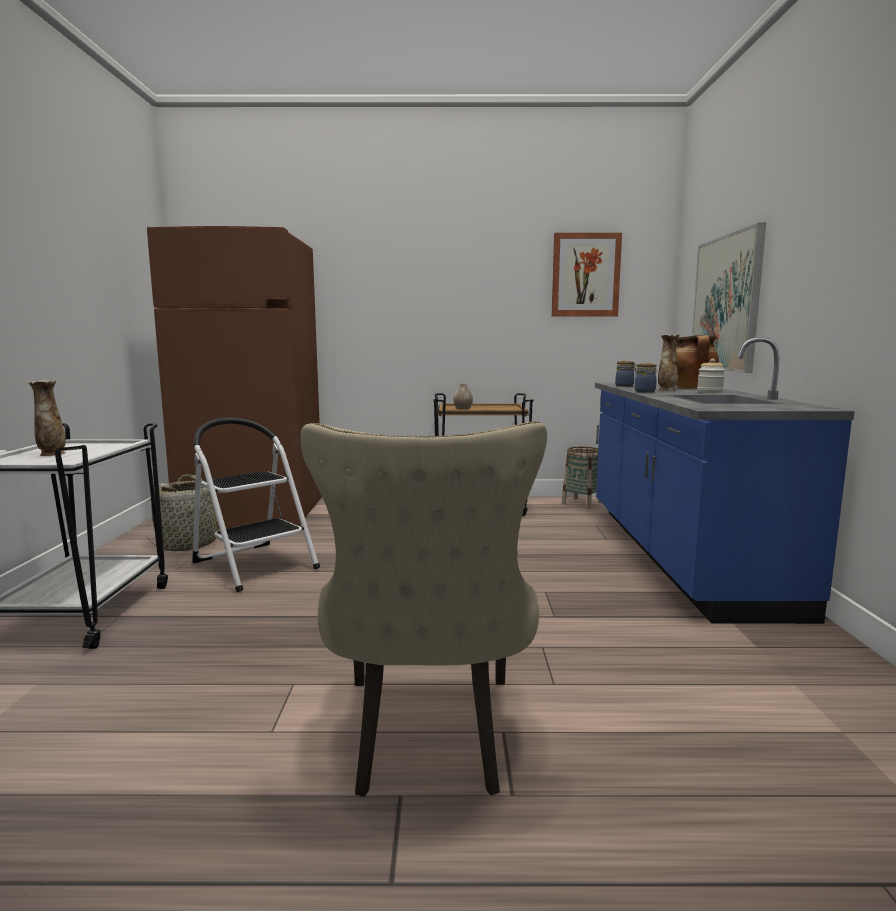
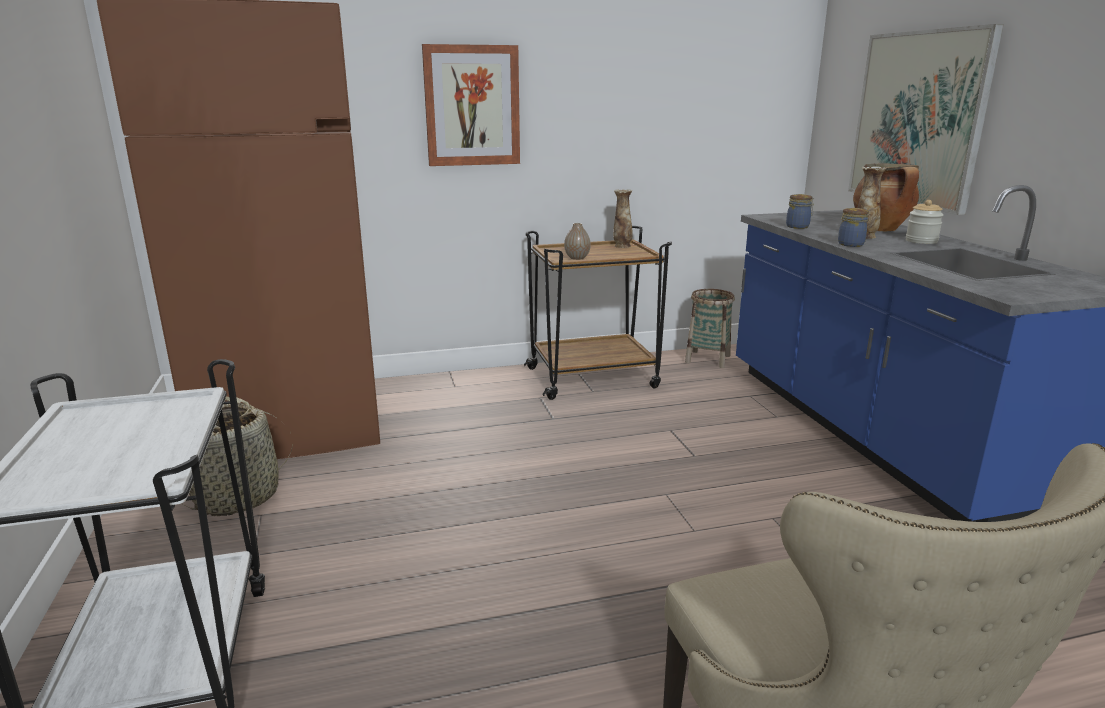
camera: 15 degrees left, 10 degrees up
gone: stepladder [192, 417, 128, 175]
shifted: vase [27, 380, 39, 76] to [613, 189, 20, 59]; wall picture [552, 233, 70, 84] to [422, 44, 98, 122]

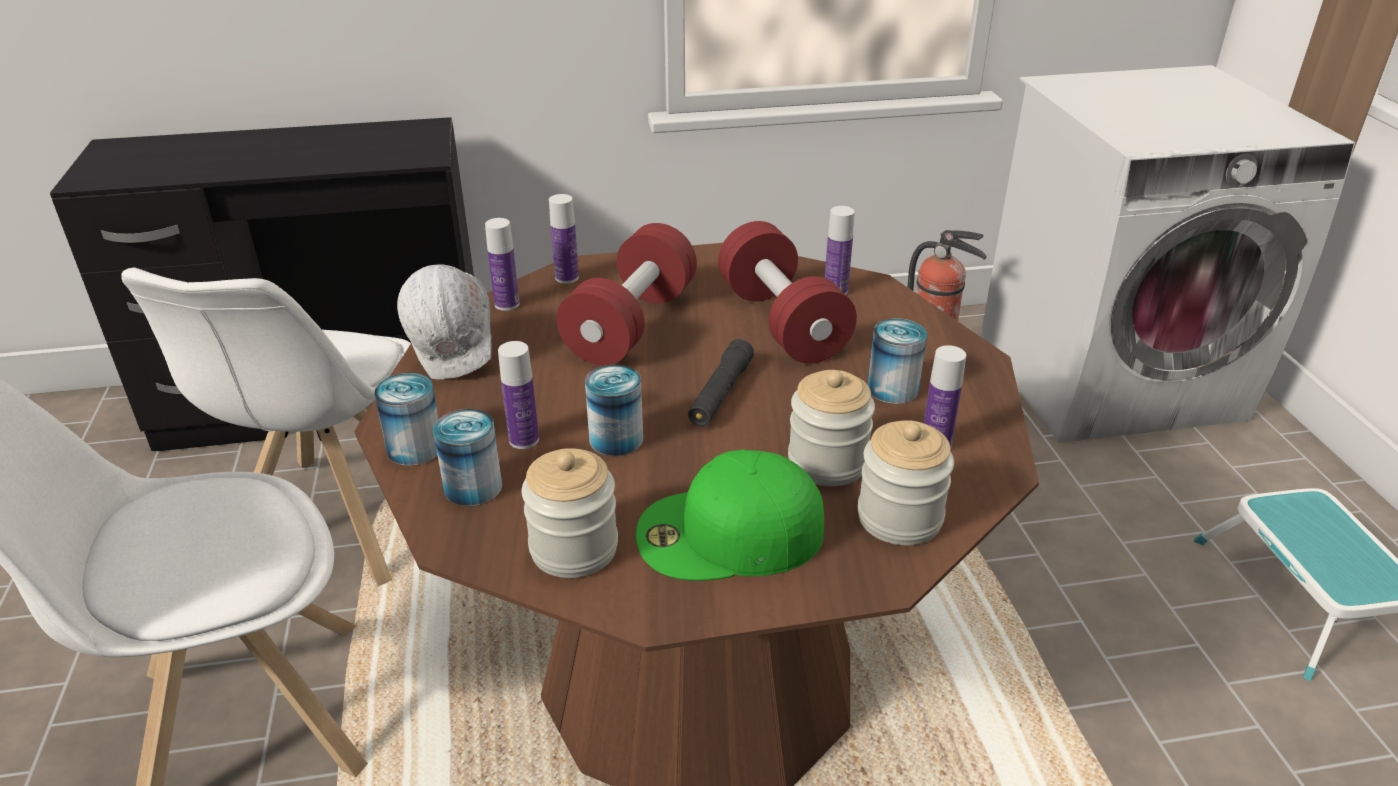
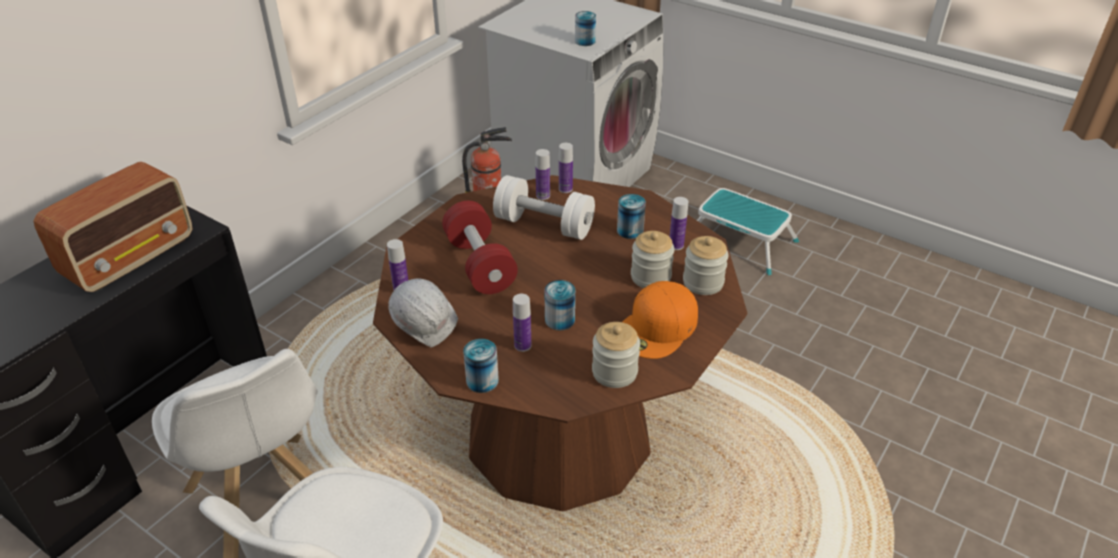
camera: 45 degrees left, 5 degrees up
gone: black-coloured flashlight [688, 339, 66, 88]
new: radio receiver [33, 162, 159, 130]
shifted: can [433, 409, 69, 97] to [575, 11, 21, 35]; drink bottle [549, 194, 30, 90] to [559, 143, 14, 50]
repainted: greenish cap [636, 450, 188, 131] to orangey cap [623, 281, 75, 78]; red-coloured hand weight [718, 221, 139, 143] to whitish hand weight [493, 175, 102, 65]

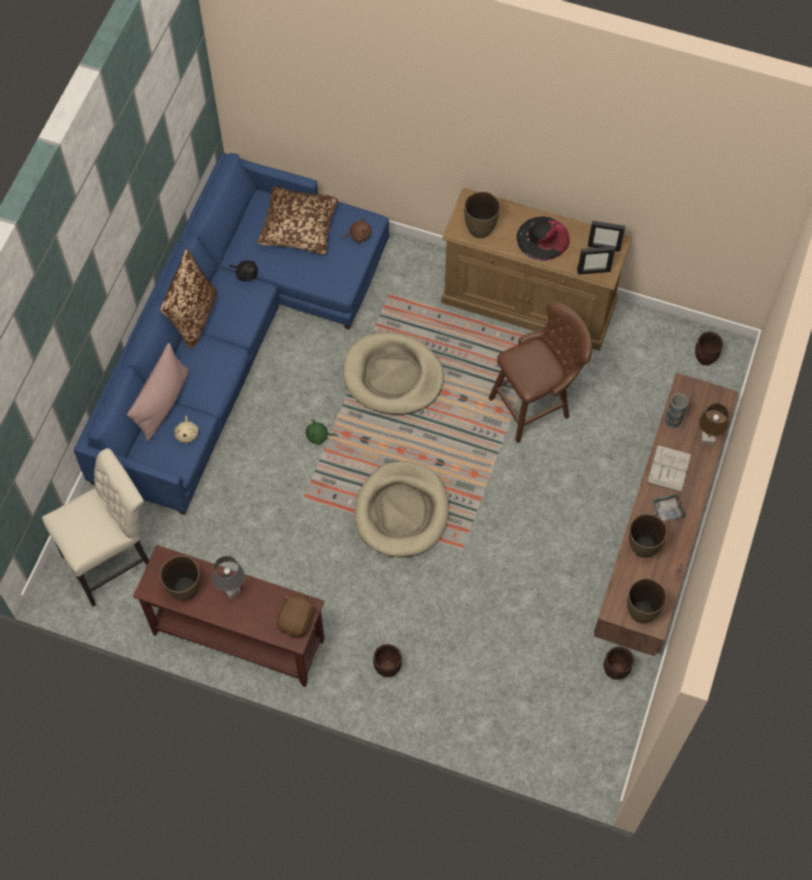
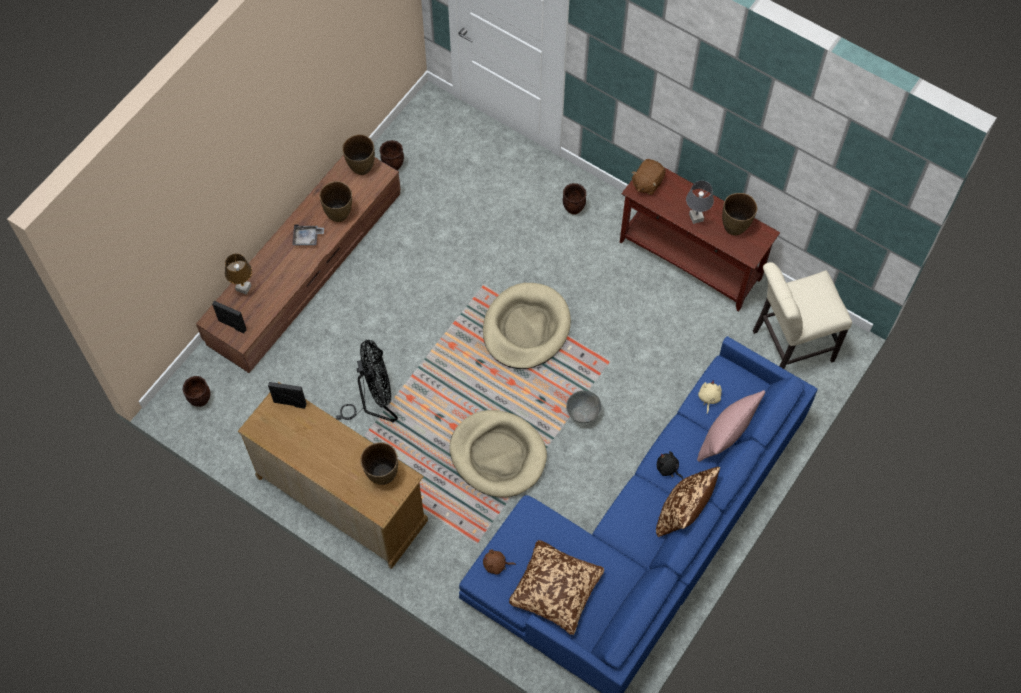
camera: 165 degrees left, 0 degrees up
gone: black-coloured hat [516, 216, 53, 45]; whitish book [647, 444, 45, 49]; vase [665, 394, 23, 34]
shifted: black-coloured cuddly toy [230, 260, 28, 21] to [657, 451, 26, 28]; photo frame [588, 221, 37, 31] to [212, 301, 35, 33]
swapped: greenish cuddly toy [306, 420, 32, 24] to gray deep dish [566, 390, 35, 33]; brown stool [489, 301, 103, 142] to black-coloured fan [336, 340, 62, 83]

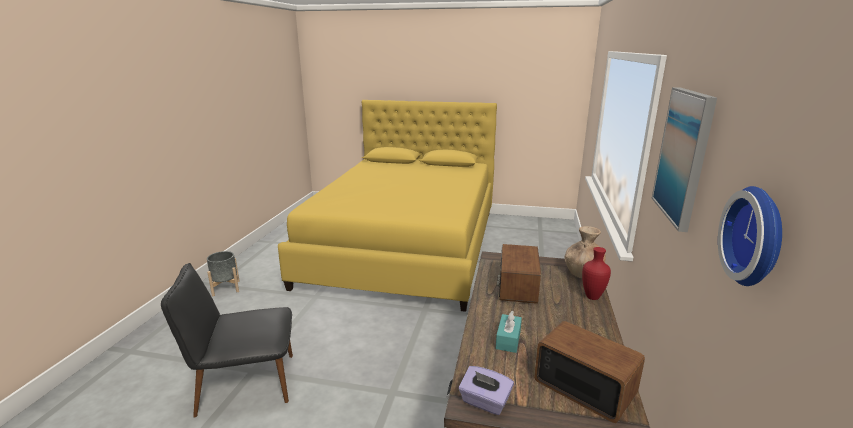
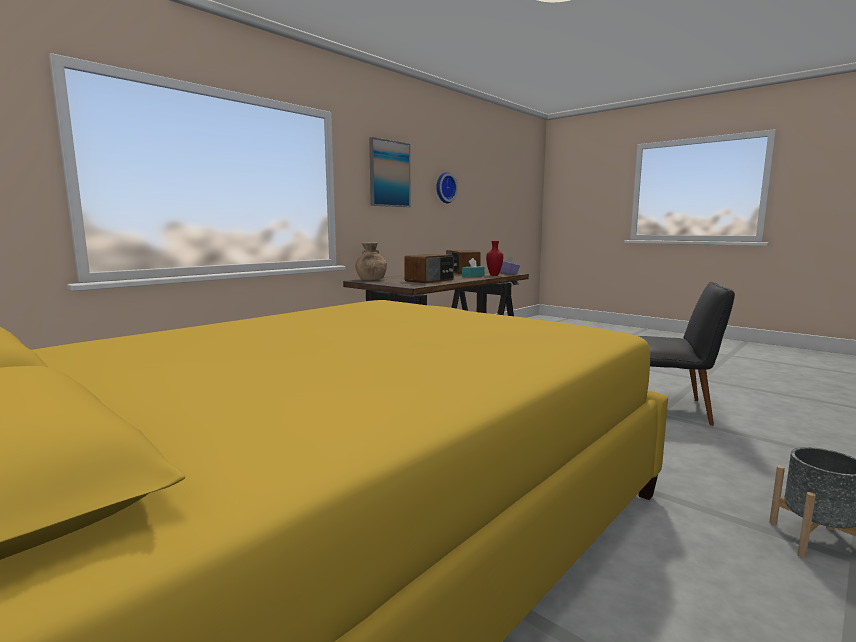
camera: 150 degrees left, 10 degrees down
shifted: red-coloured vase [582, 247, 29, 53] to [486, 241, 17, 35]

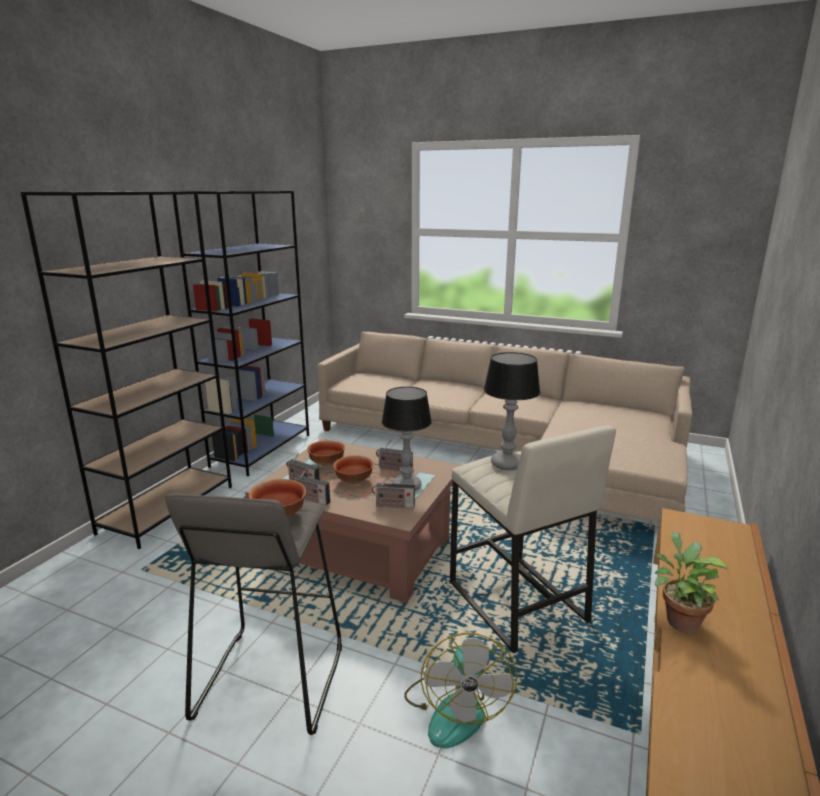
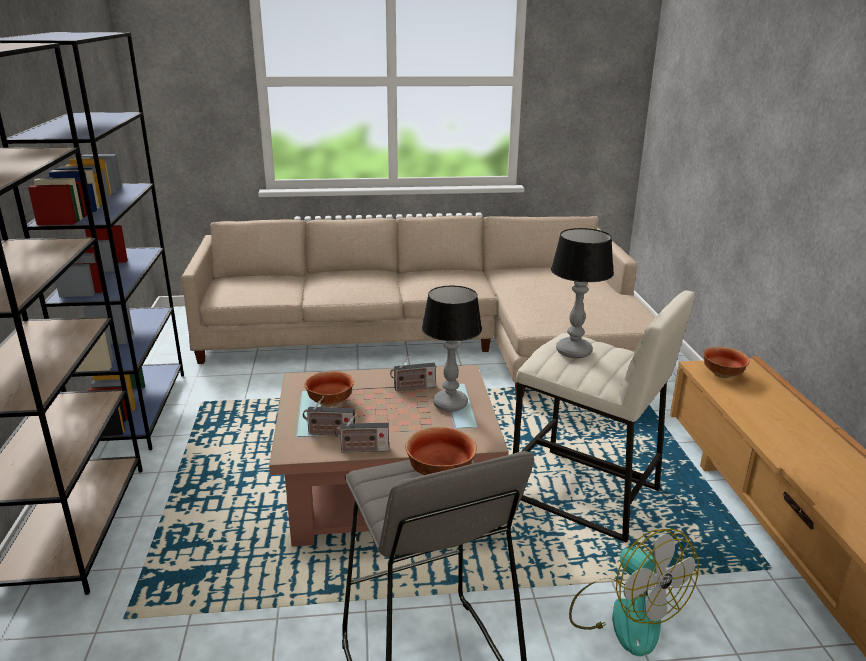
camera: 30 degrees left, 5 degrees up
gone: radio receiver [372, 474, 43, 35]; potted plant [655, 532, 74, 101]
shifted: deep dish [333, 455, 41, 29] to [703, 347, 47, 31]

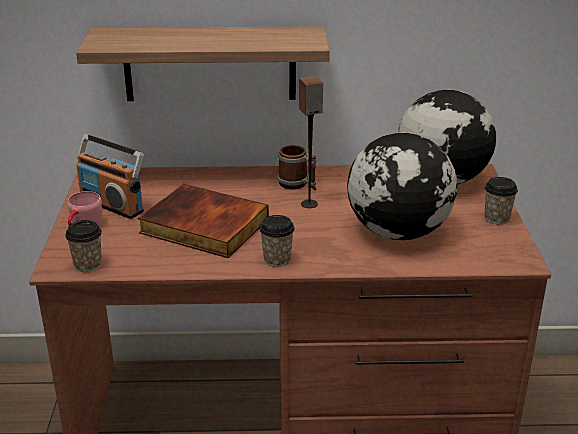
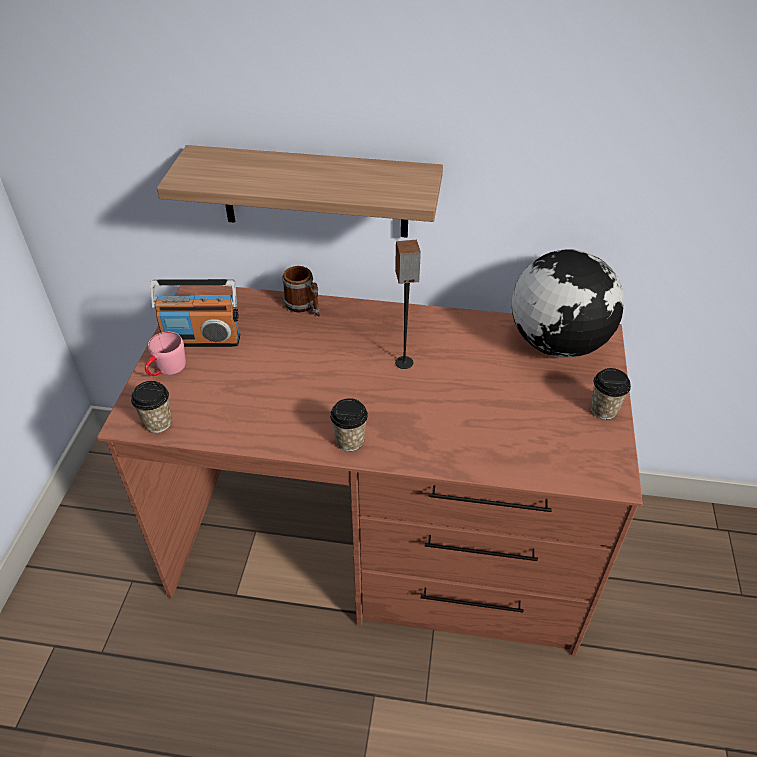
camera: 10 degrees right, 15 degrees up
gone: book [138, 184, 131, 74]; globe [347, 133, 110, 107]
shifted: mug [277, 145, 39, 45] to [282, 266, 38, 51]
rotated: radio receiver [76, 134, 68, 85] = [150, 279, 90, 68] 45 degrees counterclockwise

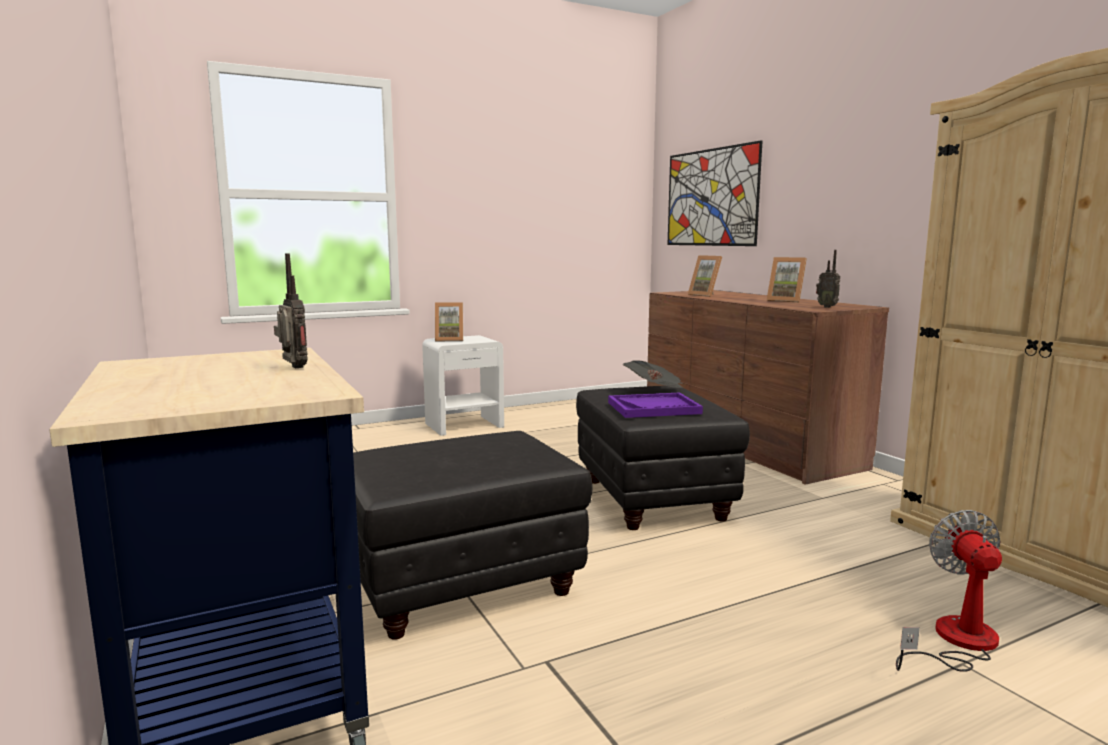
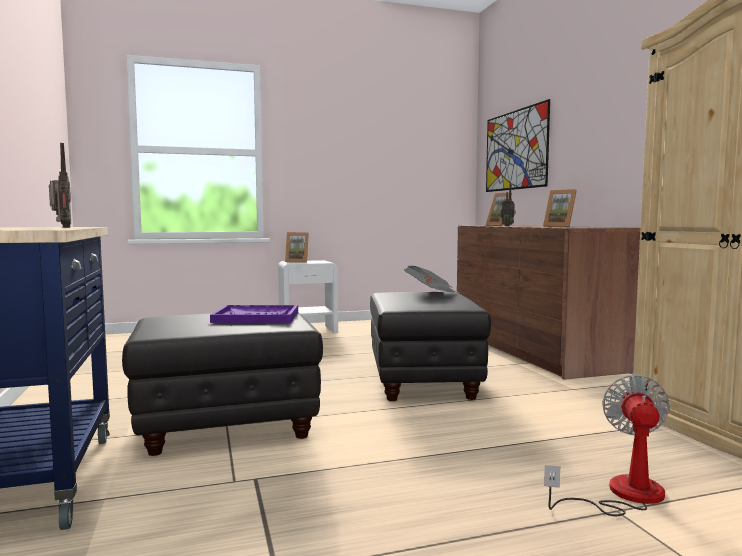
camera: 10 degrees right, 5 degrees down
shifted: purplish tray [608, 393, 95, 25] to [210, 305, 88, 18]; radio receiver [816, 250, 24, 58] to [500, 184, 16, 42]

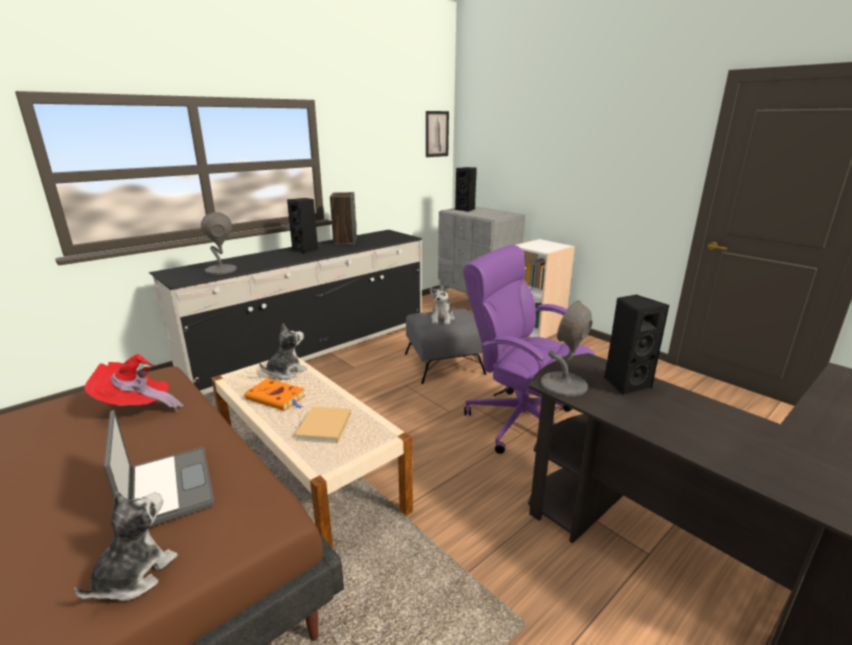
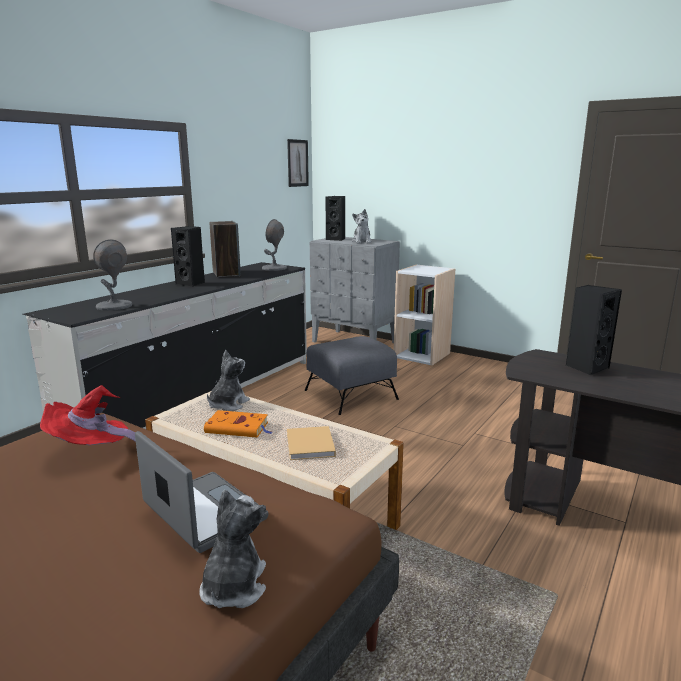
camera: 15 degrees left, 5 degrees down
gone: purplish computer chair [463, 245, 132, 209]
shifted: cuddly toy [430, 283, 25, 41] to [352, 209, 20, 34]; gray tabletop lamp [541, 300, 52, 97] to [262, 219, 25, 52]

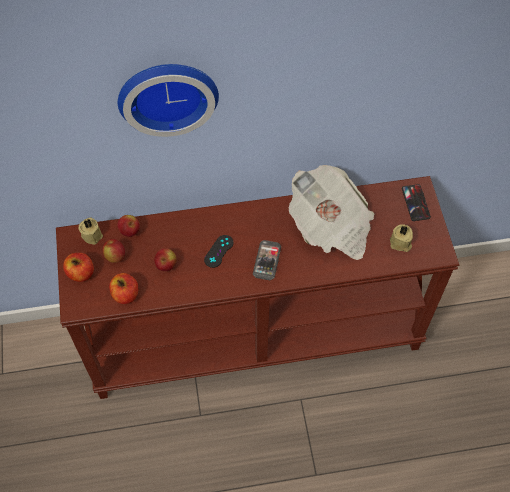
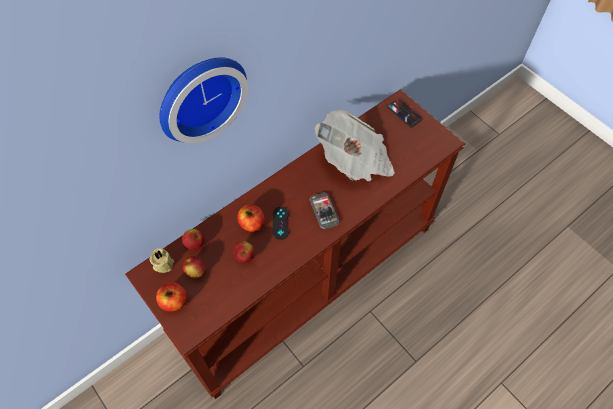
camera: 30 degrees left, 0 degrees up
gone: beige-coloured candle [390, 224, 23, 28]
shifted: apple fruit [109, 273, 29, 31] to [237, 205, 28, 27]

